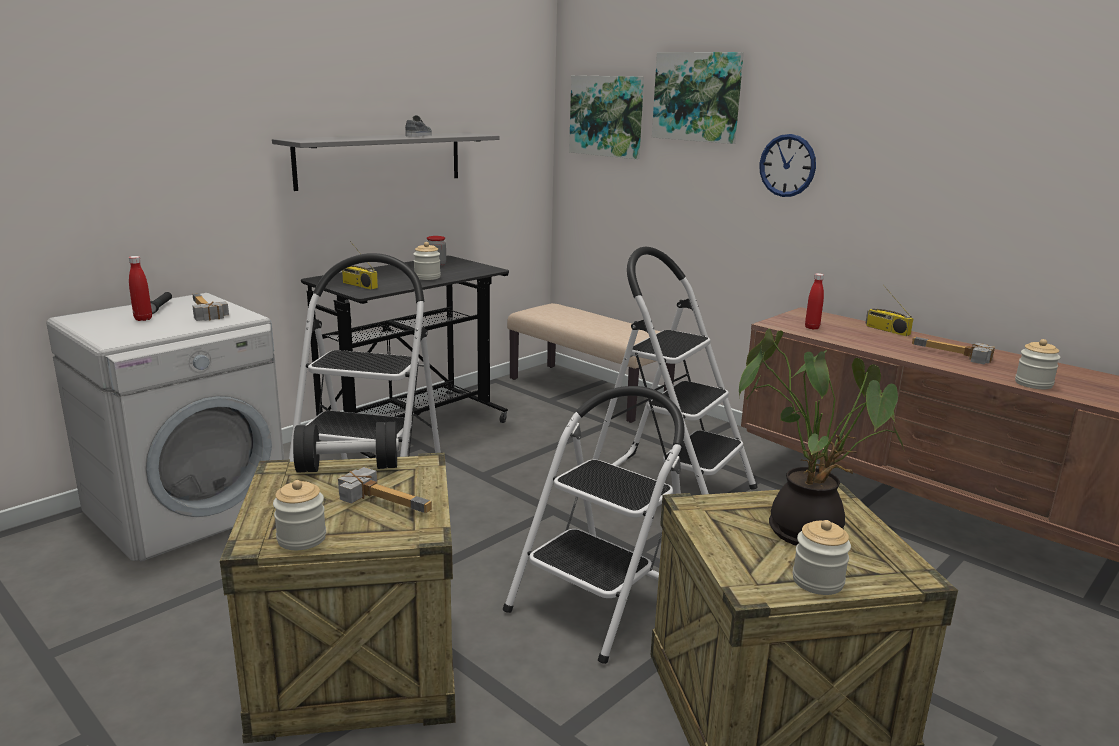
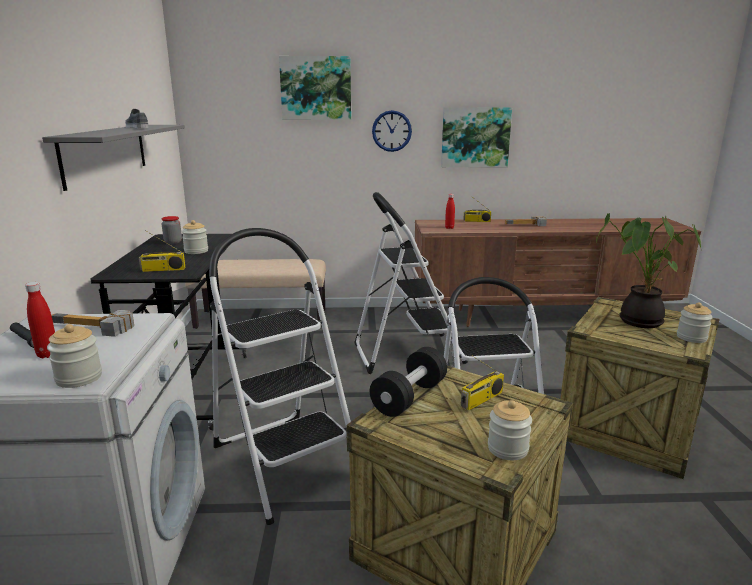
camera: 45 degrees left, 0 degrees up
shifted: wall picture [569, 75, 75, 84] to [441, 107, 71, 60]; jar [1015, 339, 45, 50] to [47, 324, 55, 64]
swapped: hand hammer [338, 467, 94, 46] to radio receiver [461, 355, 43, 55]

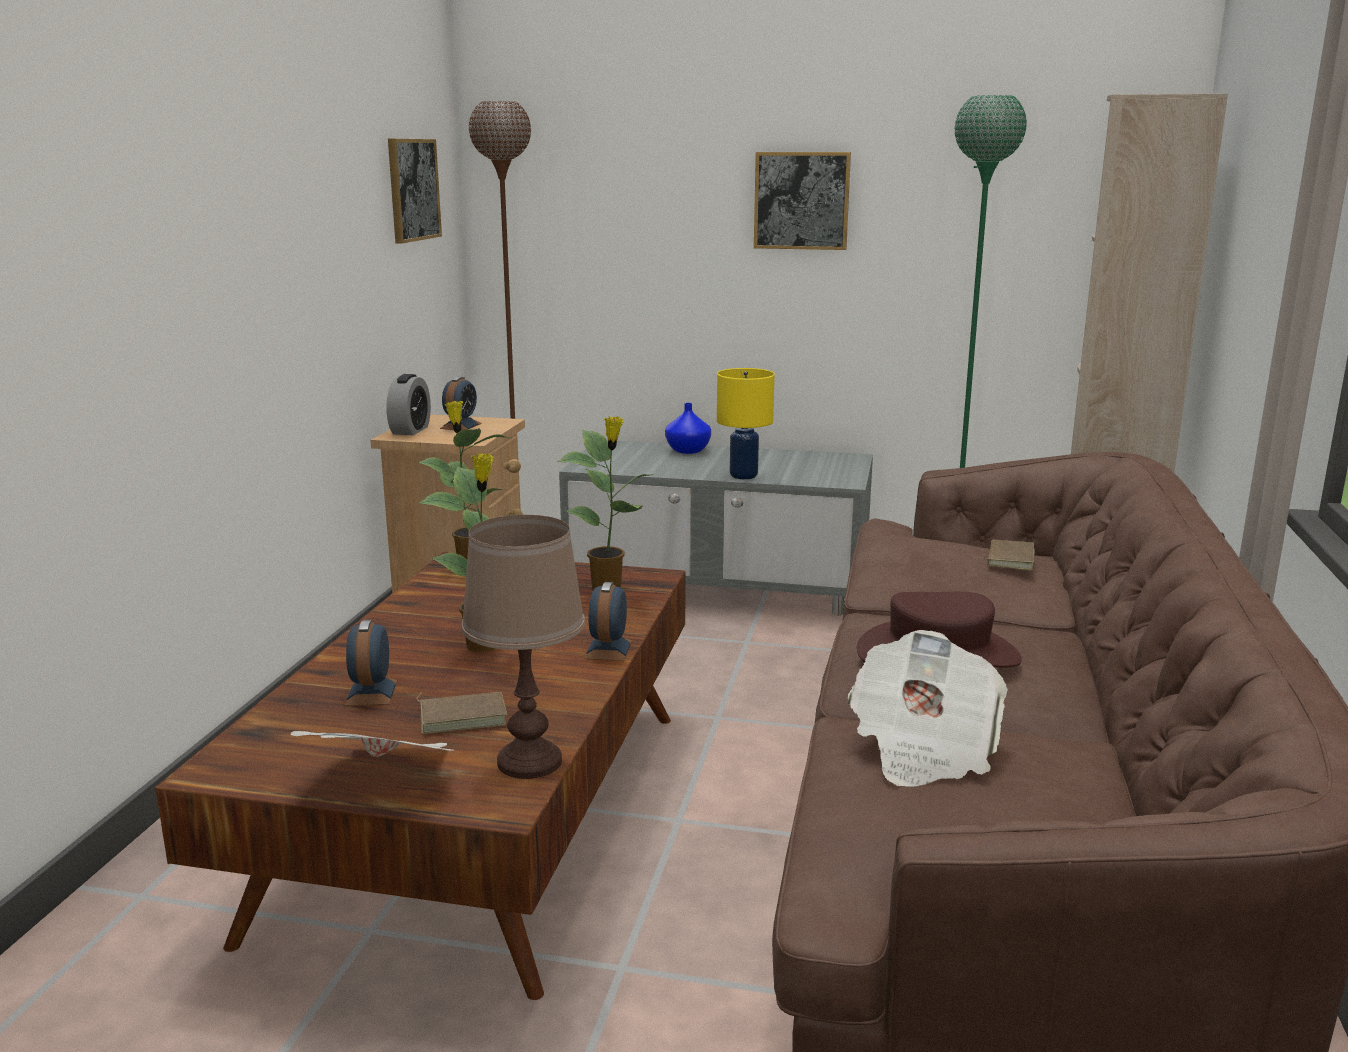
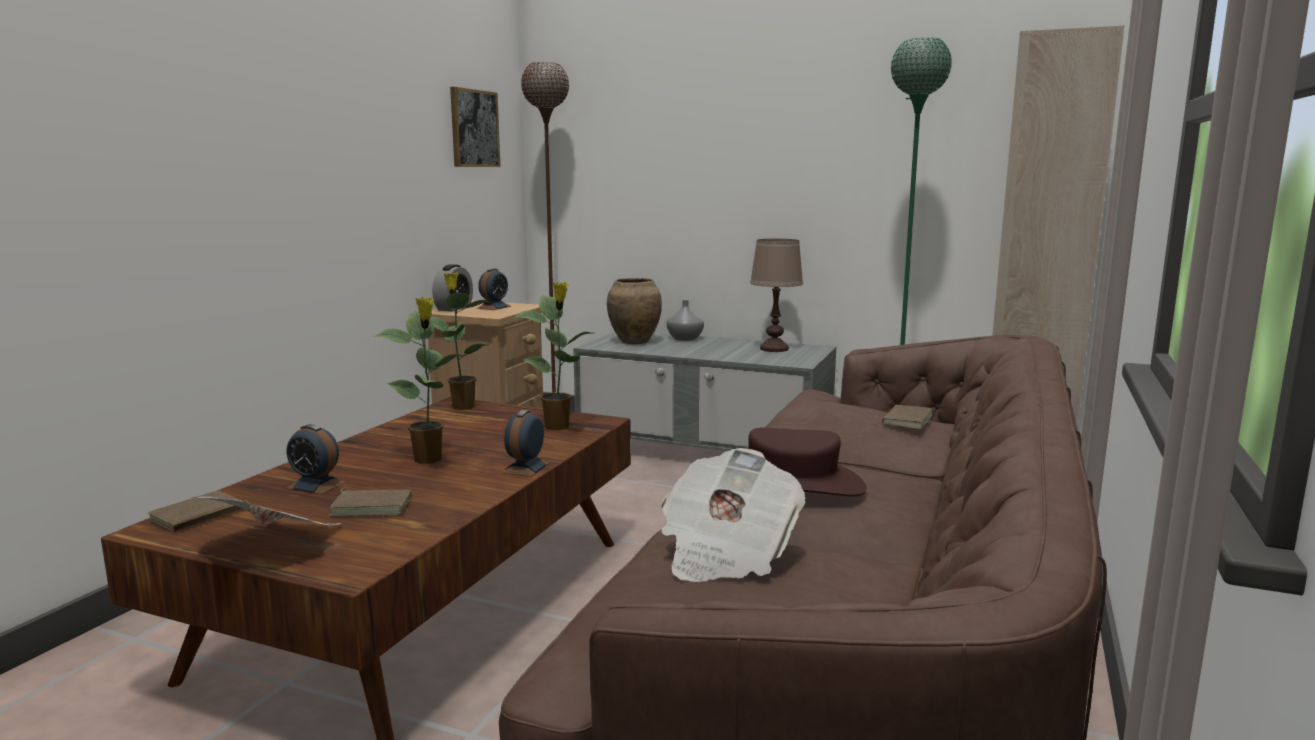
camera: 10 degrees right, 5 degrees down
gone: yellowish tabletop lamp [717, 368, 58, 111]; wall picture [754, 152, 97, 98]
new: brown book [148, 491, 101, 41]; brown vase [607, 278, 55, 67]
shifted: brown tabletop lamp [461, 515, 124, 264] to [750, 239, 53, 113]
repainted: blue vase [665, 403, 46, 51] to gray vase [667, 300, 37, 41]
rotated: bedside clock [345, 620, 52, 86] = [286, 424, 60, 71] 75 degrees counterclockwise

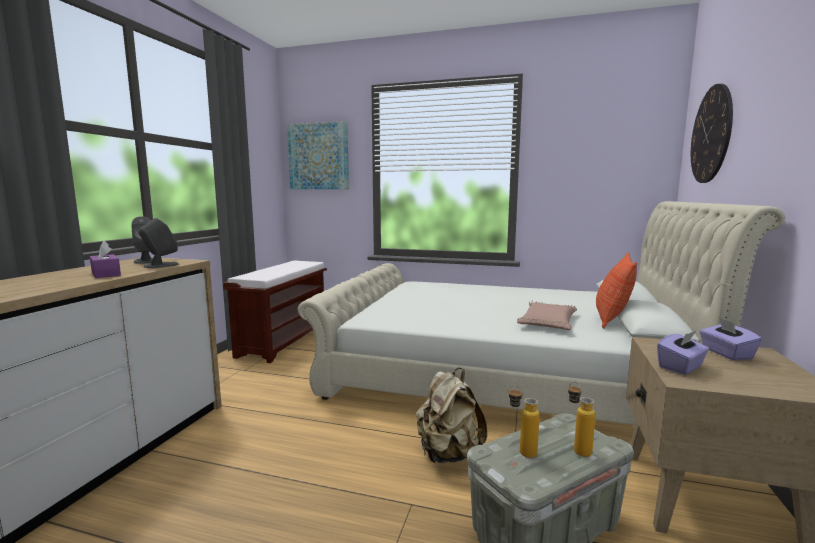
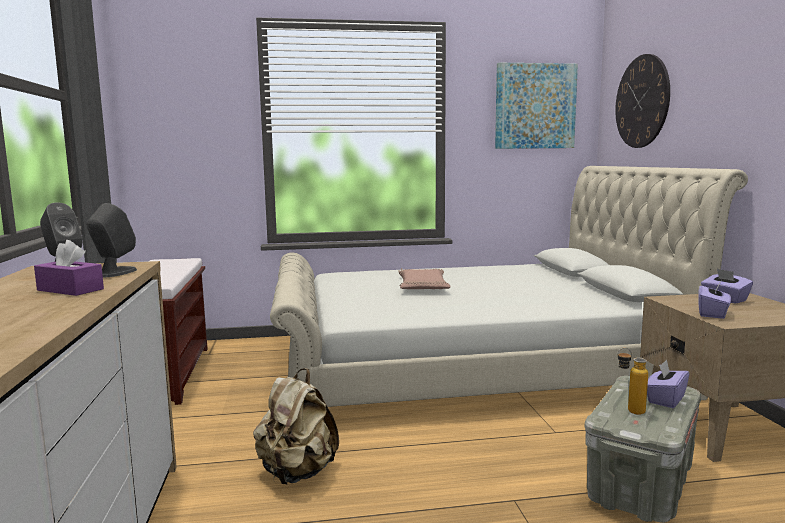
camera: 25 degrees left, 0 degrees up
gone: orangey throw pillow [596, 252, 41, 76]
shifted: wall picture [287, 121, 62, 68] to [495, 63, 83, 86]; beige-coloured knapsack [416, 368, 71, 95] to [253, 368, 86, 117]; beige-coloured throw pillow [517, 300, 60, 30] to [398, 268, 53, 21]
swapped: drink bottle [568, 381, 27, 76] to purplish box of tissues [647, 360, 42, 48]

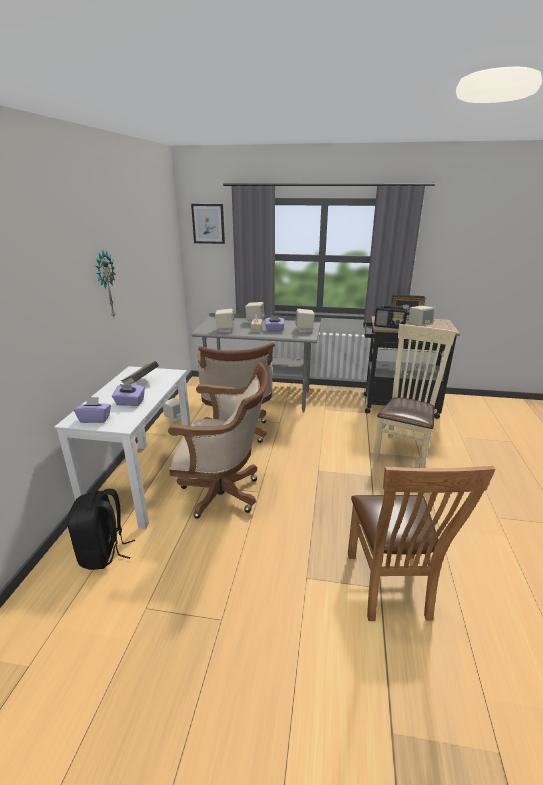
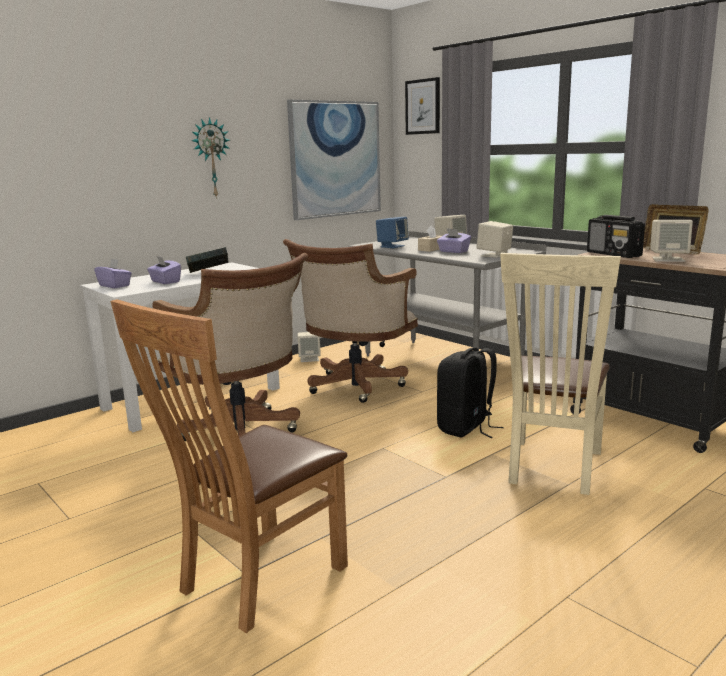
camera: 40 degrees right, 10 degrees down
new: wall picture [287, 100, 94, 120]
shifted: black-coloured knapsack [67, 489, 68, 81] to [437, 348, 67, 90]
repainted: beige-coloured speaker [215, 309, 20, 23] to blue speaker [376, 217, 33, 31]
rotated: beige-coloured plain chair [373, 324, 83, 144] = [500, 253, 121, 242] 135 degrees clockwise

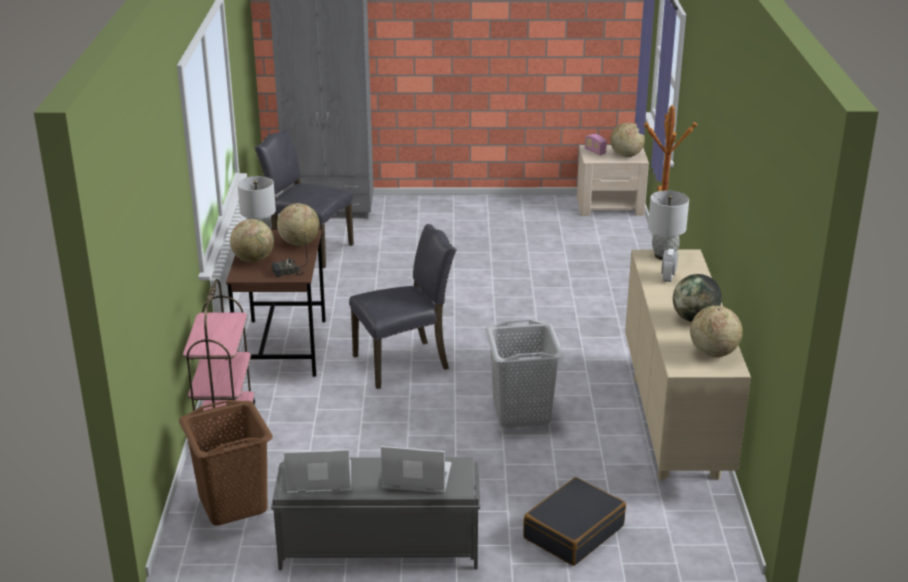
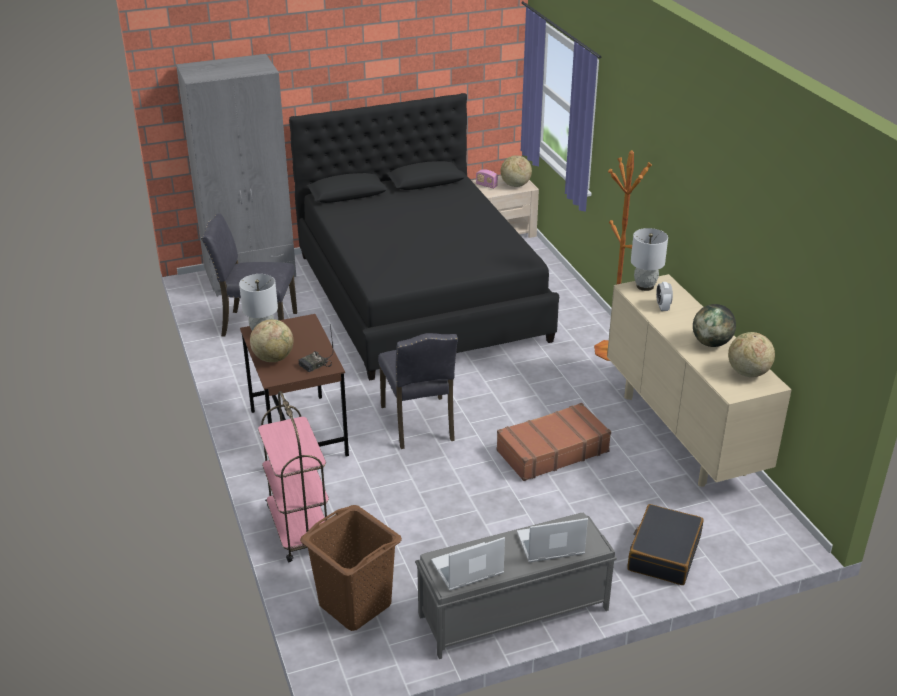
camera: 20 degrees left, 5 degrees up
gone: globe [277, 203, 43, 43]
new: black-coloured bed [289, 93, 270, 288]
swapped: gray washing basket [485, 319, 79, 109] to brown suitcase [496, 403, 115, 78]
rotated: gray plain chair [349, 224, 108, 165] = [378, 333, 80, 116] 120 degrees clockwise

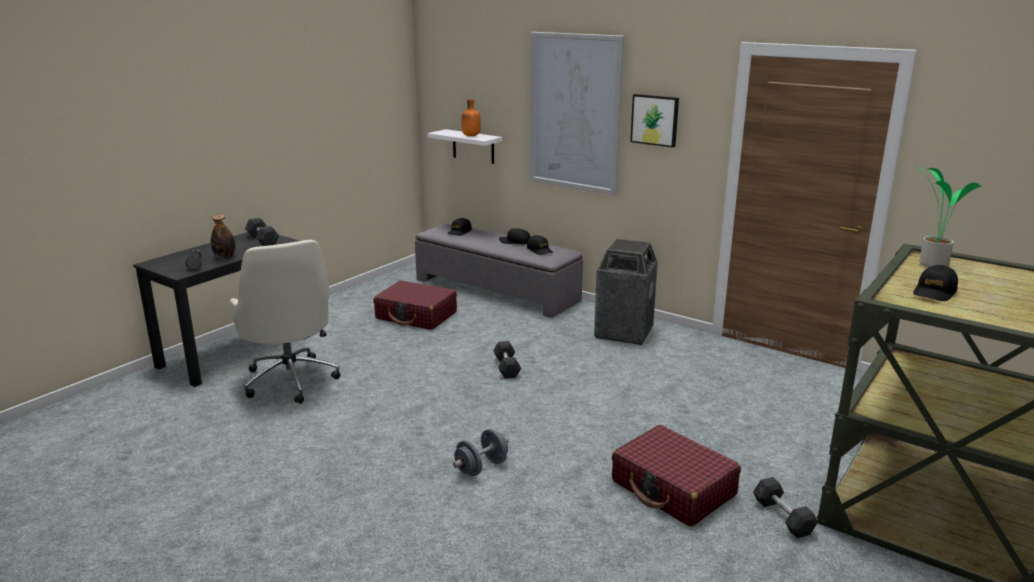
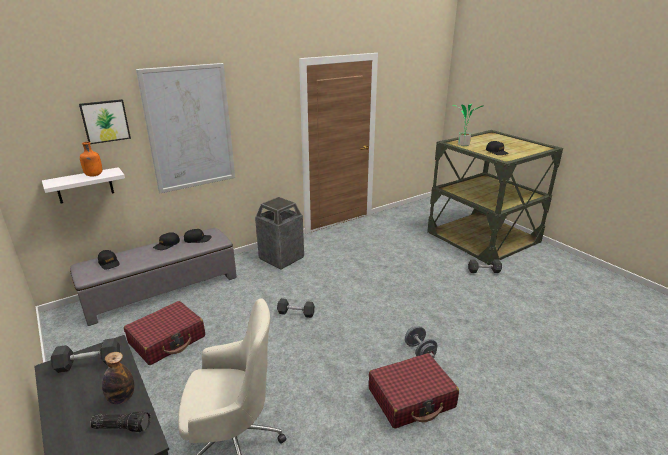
camera: 70 degrees left, 5 degrees up
shifted: red-coloured suitcase [612, 425, 129, 102] to [369, 353, 90, 76]; wall picture [630, 94, 49, 53] to [79, 99, 52, 45]

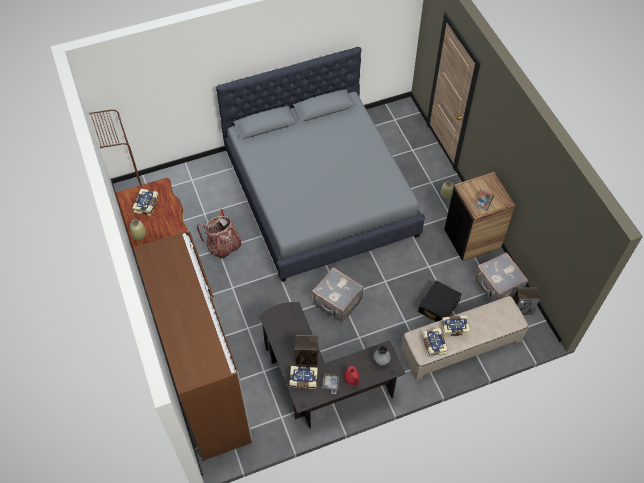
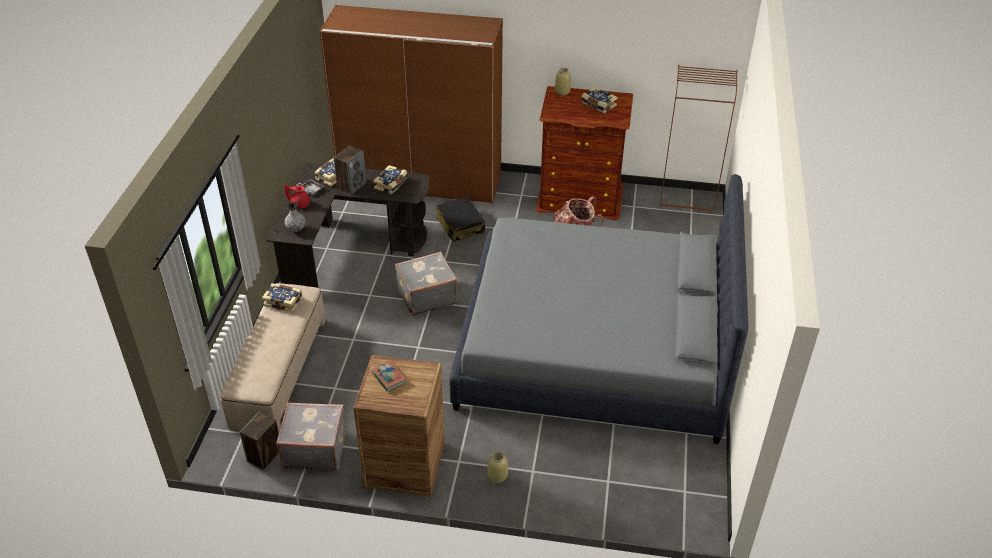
camera: 120 degrees right, 15 degrees down
shifted: black-coloured suitcase [418, 280, 44, 42] to [436, 197, 49, 45]; book [441, 316, 29, 21] to [374, 165, 33, 29]

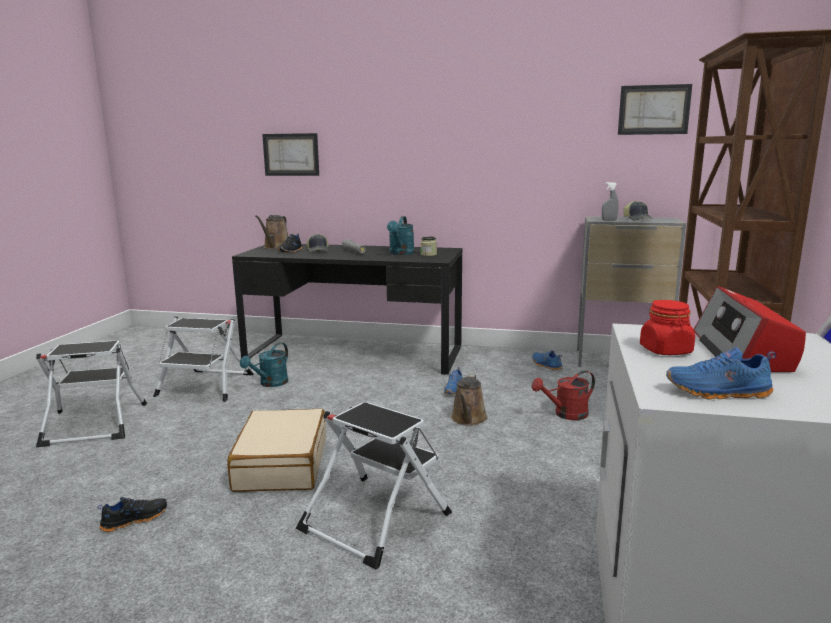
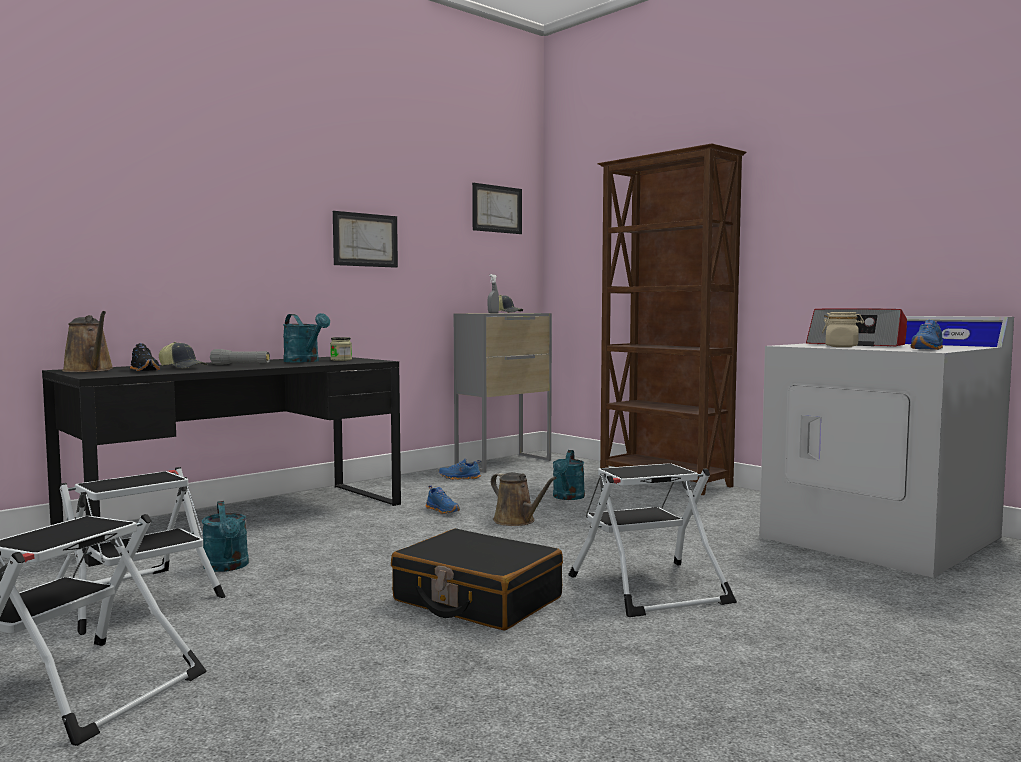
camera: 55 degrees left, 10 degrees down
gone: black-coloured low shoe [97, 497, 70, 35]
shifted: wall picture [262, 133, 57, 43] to [333, 211, 65, 57]
repainted: beige-coloured suitcase [227, 409, 99, 83] to black-coloured suitcase [391, 528, 172, 103]; red-coloured sprinkling can [532, 371, 63, 49] to blue-green sprinkling can [553, 450, 32, 50]; red-coloured jar [640, 300, 55, 55] to beige-coloured jar [822, 312, 42, 35]

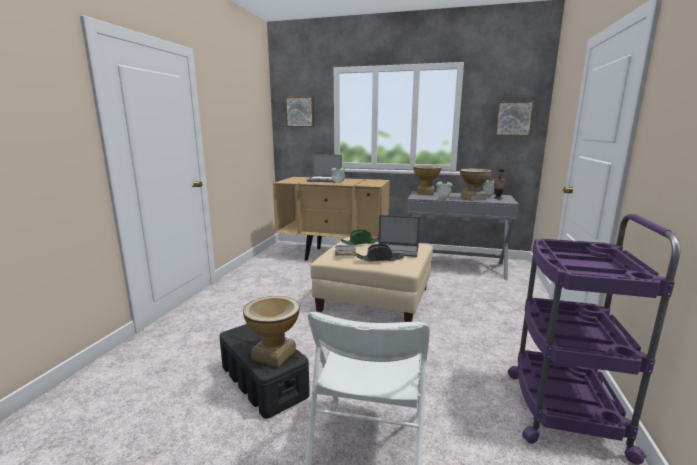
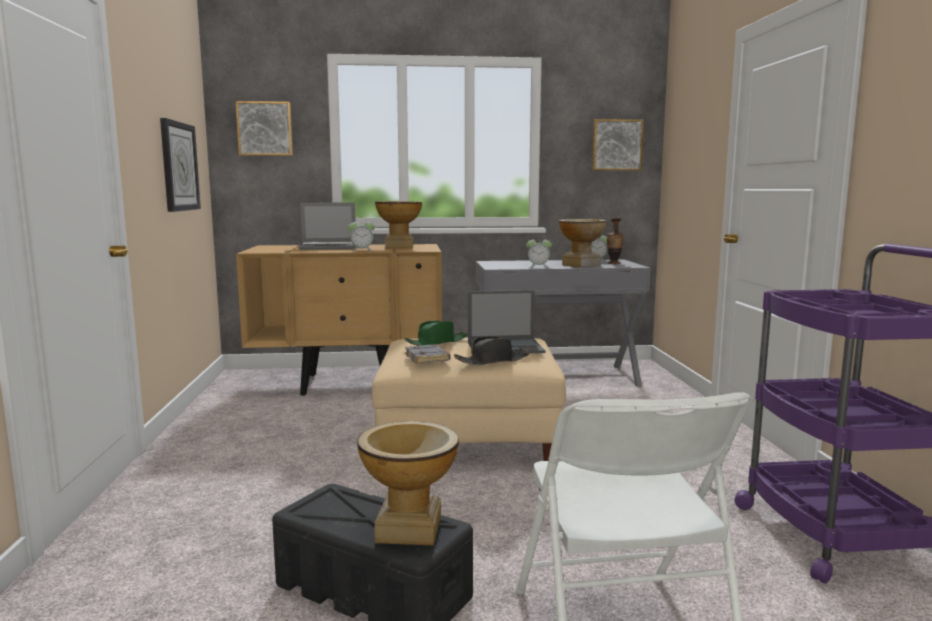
camera: 20 degrees left, 5 degrees down
new: hanging clock [160, 118, 41, 94]
shifted: vase [413, 166, 28, 29] to [375, 201, 47, 48]

